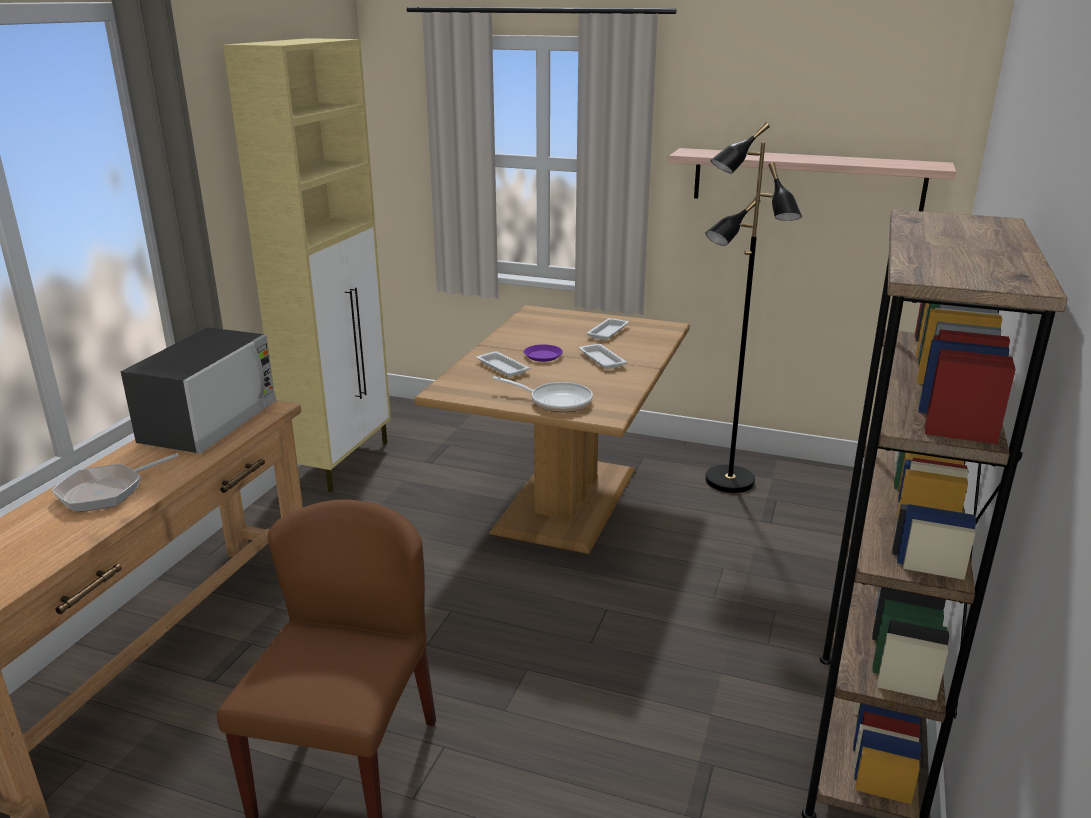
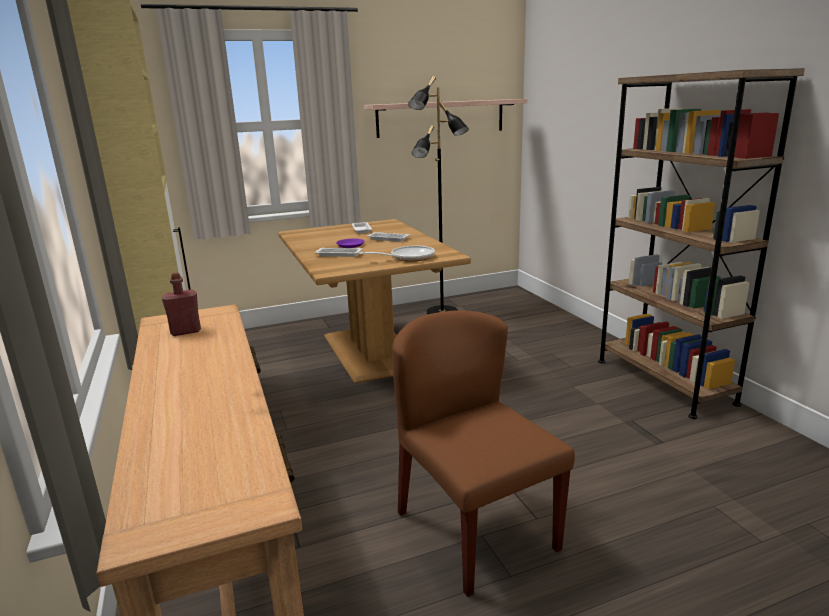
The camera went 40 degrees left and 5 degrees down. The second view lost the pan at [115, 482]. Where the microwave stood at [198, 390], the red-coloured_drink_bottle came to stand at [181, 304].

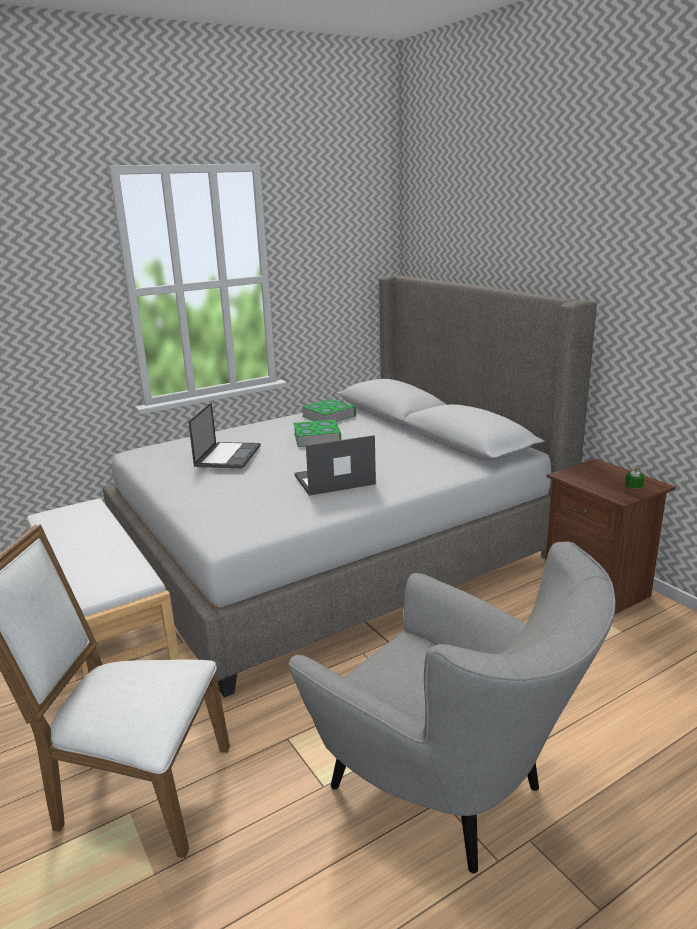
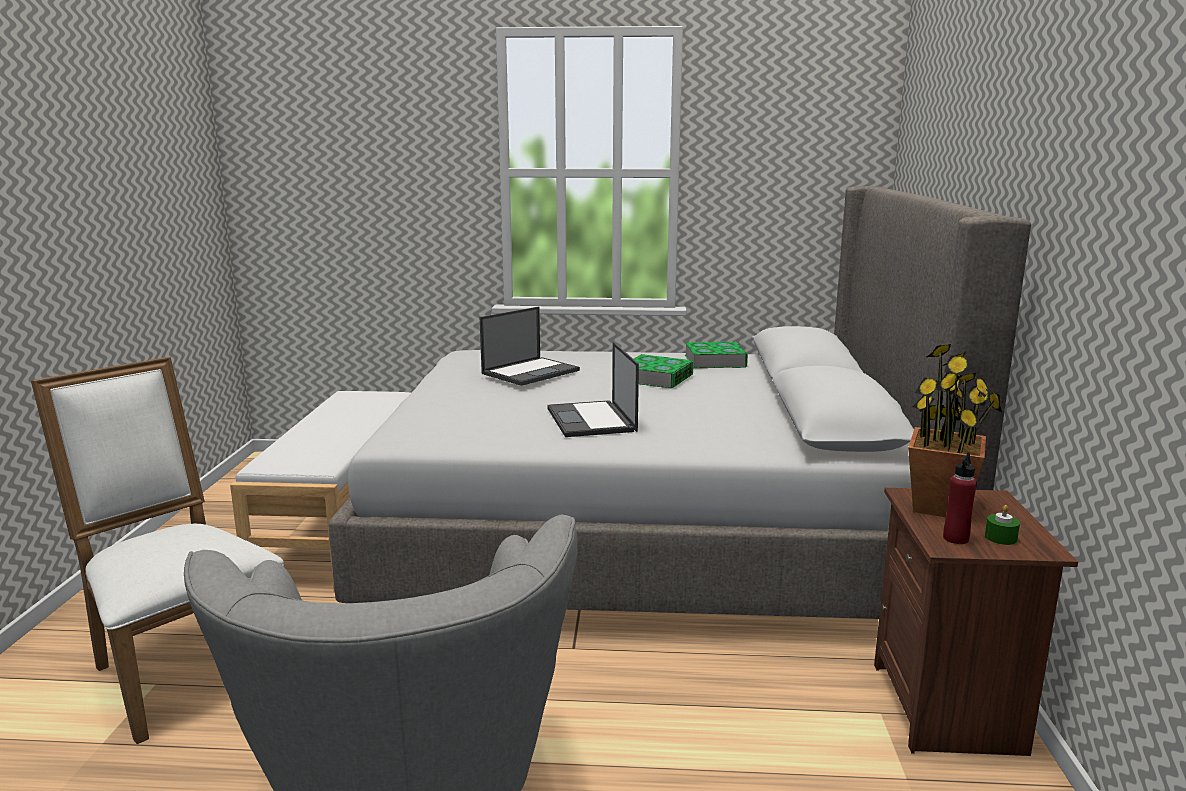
The camera went 35 degrees right and 5 degrees down. The laptop at [335, 465] ended up facing another way, 120 degrees counterclockwise from before. The second view gained the potted_plant at [955, 430]. The second view gained the red-coloured_drink_bottle at [960, 498].

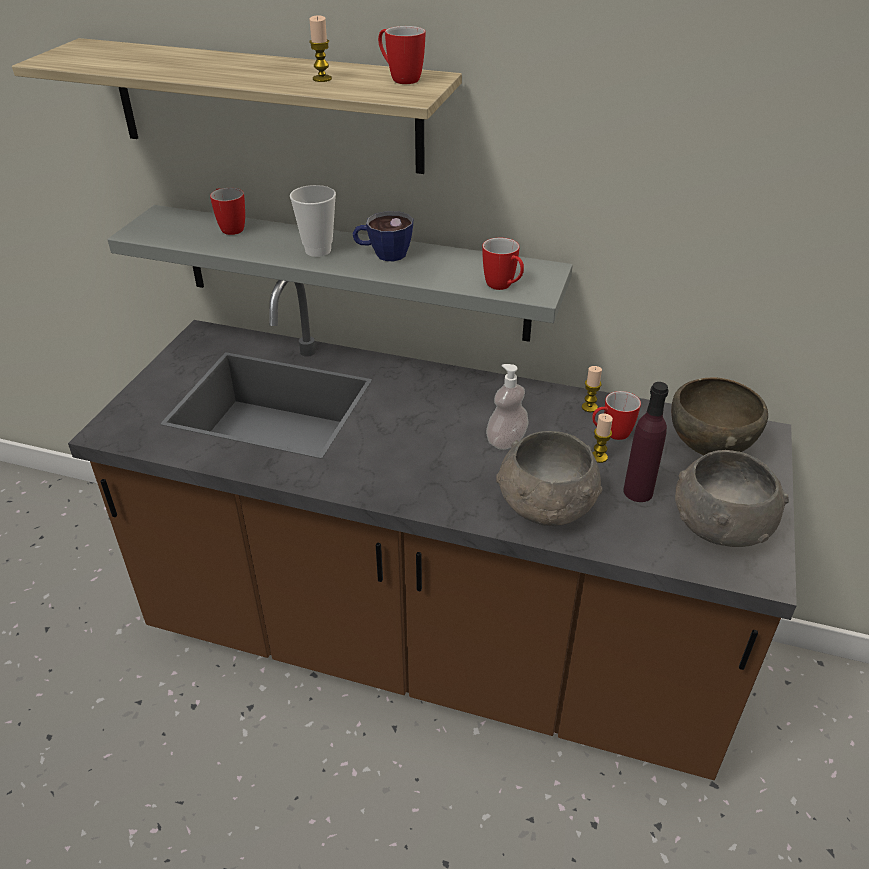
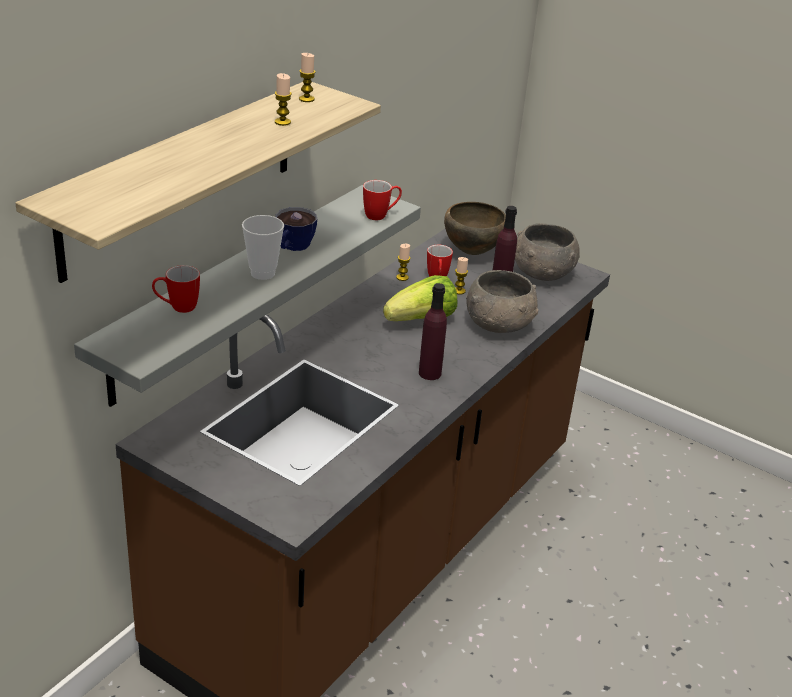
The camera went 75 degrees left and 5 degrees down. Where the mug stood at [401, 55], the wax_candle came to stand at [307, 77]. Where the liquid_soap_bottle stood at [507, 407], the lettuce_head came to stand at [420, 298]. The second view gained the purple-coloured_drink_bottle at [433, 331].

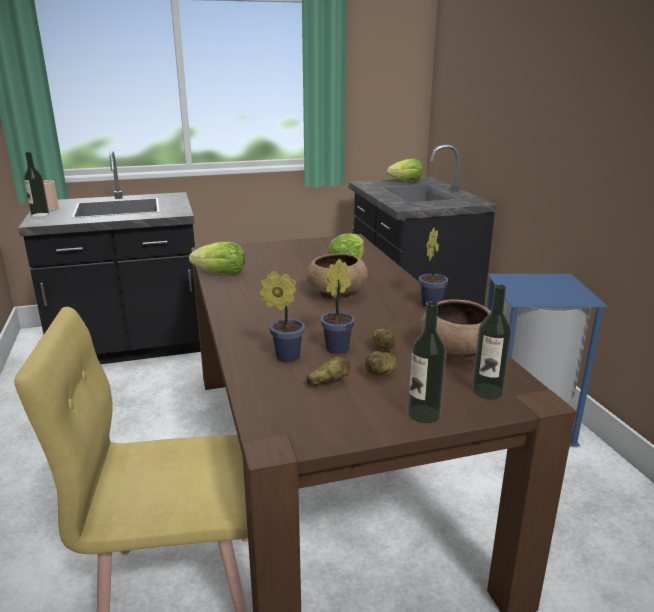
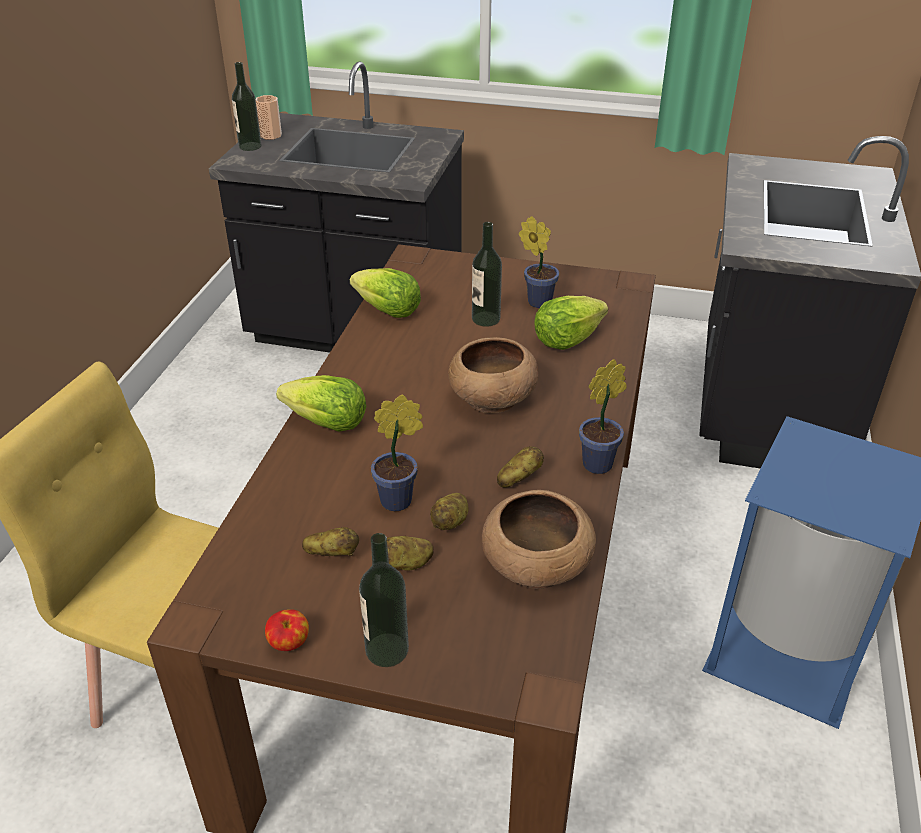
The camera went 30 degrees right and 15 degrees up. The potted_plant ended up elsewhere, having gone from [282, 316] to [539, 262]. The lettuce_head ended up elsewhere, having gone from [405, 169] to [321, 403]. The drink_bottle ended up elsewhere, having gone from [492, 341] to [487, 274]. The second view gained the apple_fruit at [287, 630]. The second view gained the whole_potato at [520, 467].

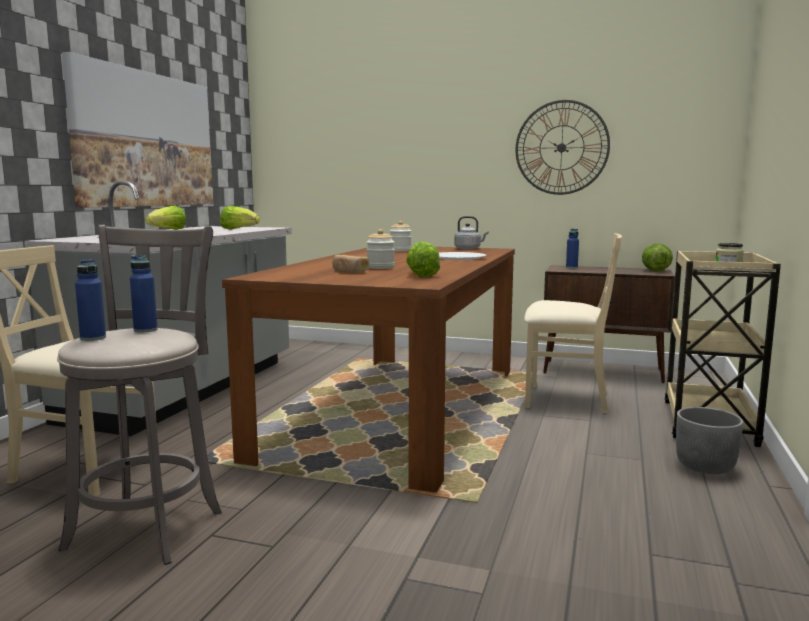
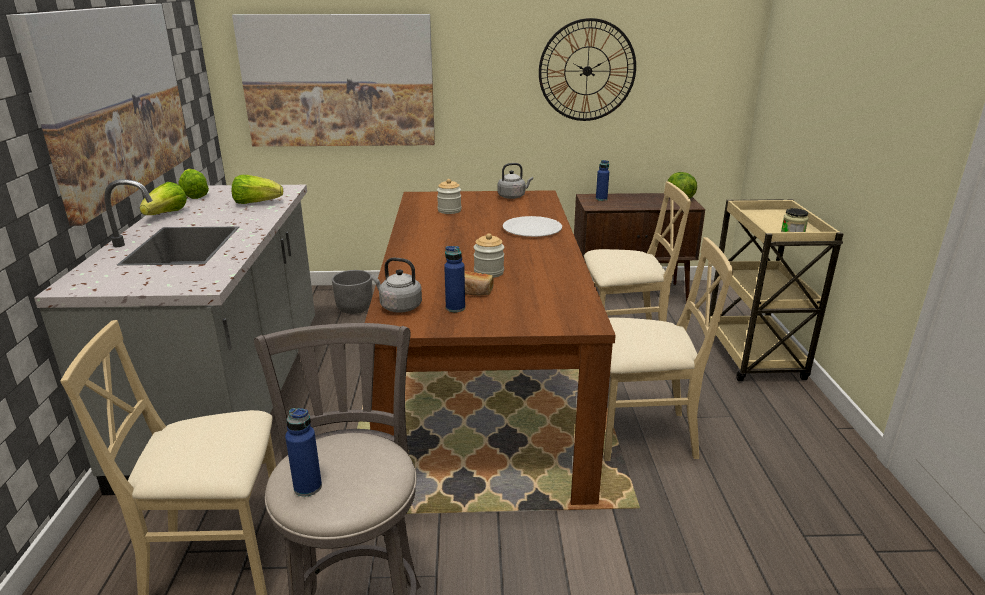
The camera went 20 degrees left and 15 degrees up. The blue_drink_bottle ended up elsewhere, having gone from [144, 293] to [454, 279]. The lettuce_head ended up elsewhere, having gone from [423, 259] to [193, 184]. The grey_flower_pot ended up elsewhere, having gone from [710, 440] to [352, 292]. The second view gained the wall_picture at [333, 80]. The second view gained the grey_kettle at [396, 285]. The second view gained the beige_plain_chair at [668, 349].

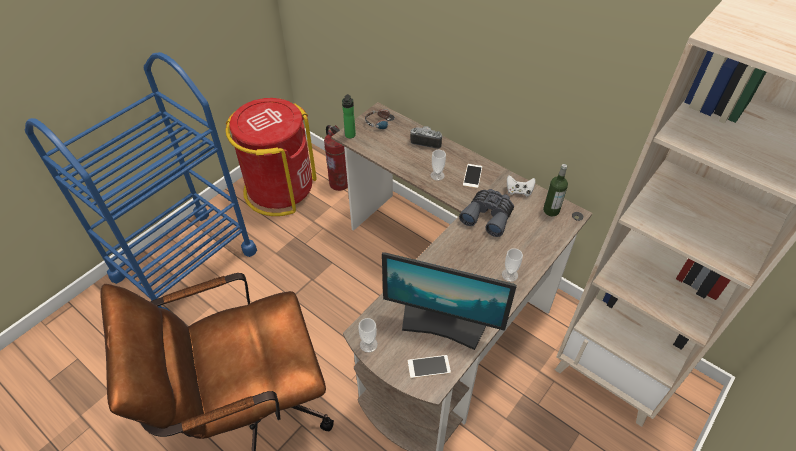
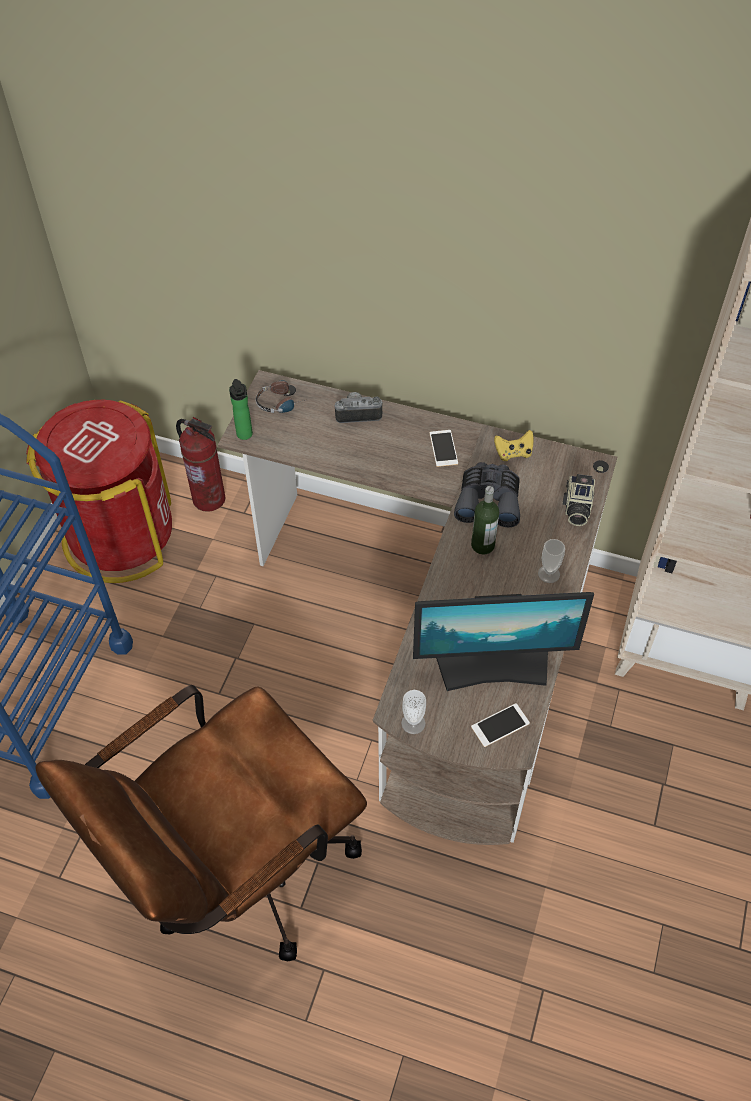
The camera went 20 degrees left and 5 degrees up. The second view lost the cup at [438, 165]. What was the whitish_game_controller at [521, 186] turned into the yellowish_game_controller at [513, 445]. The drink_bottle ended up elsewhere, having gone from [555, 190] to [485, 520]. The second view gained the photo_camera at [579, 500].

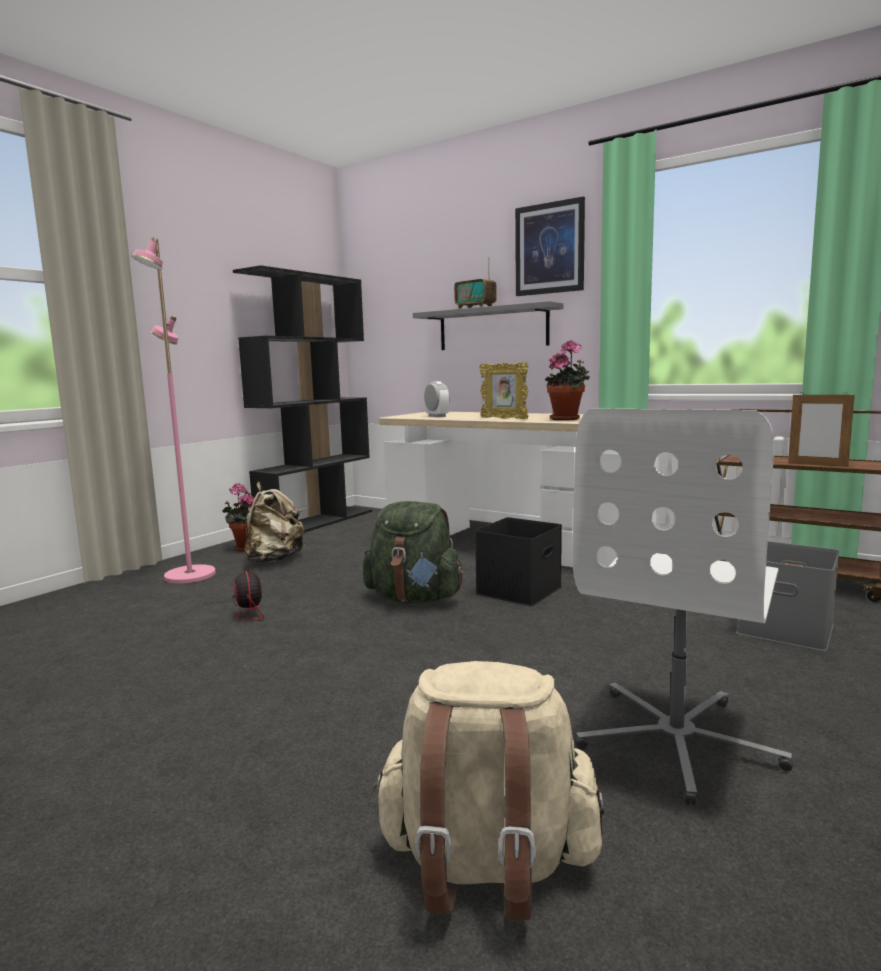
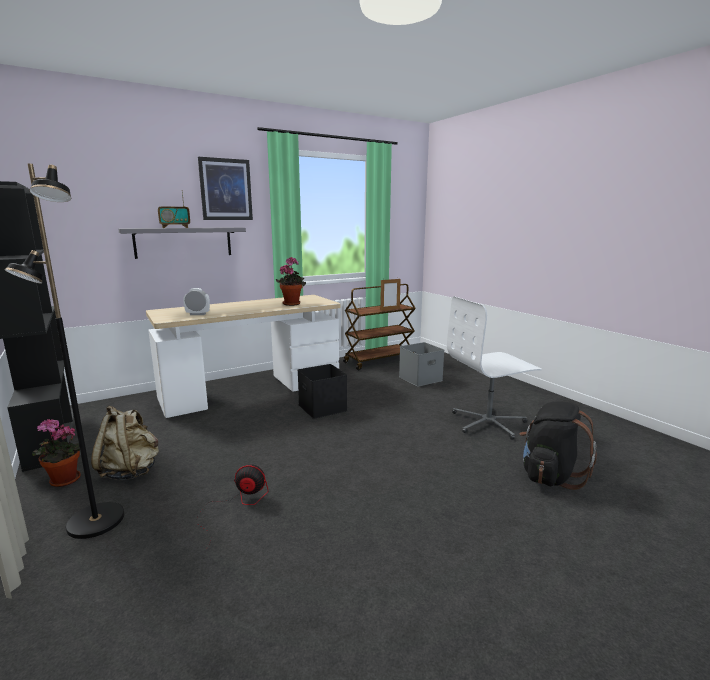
The camera went 65 degrees left and 5 degrees up. What was the pink-coloured_standing_lamp at [173, 410] turned into the black-coloured_standing_lamp at [64, 351]. The second view lost the green_knapsack at [413, 552]. What was the beige_knapsack at [488, 790] turned into the black-coloured_knapsack at [558, 445]. The second view lost the standing_frame at [504, 390]. The whitish_desk_chair at [682, 607] ended up facing another way, 105 degrees clockwise from before.

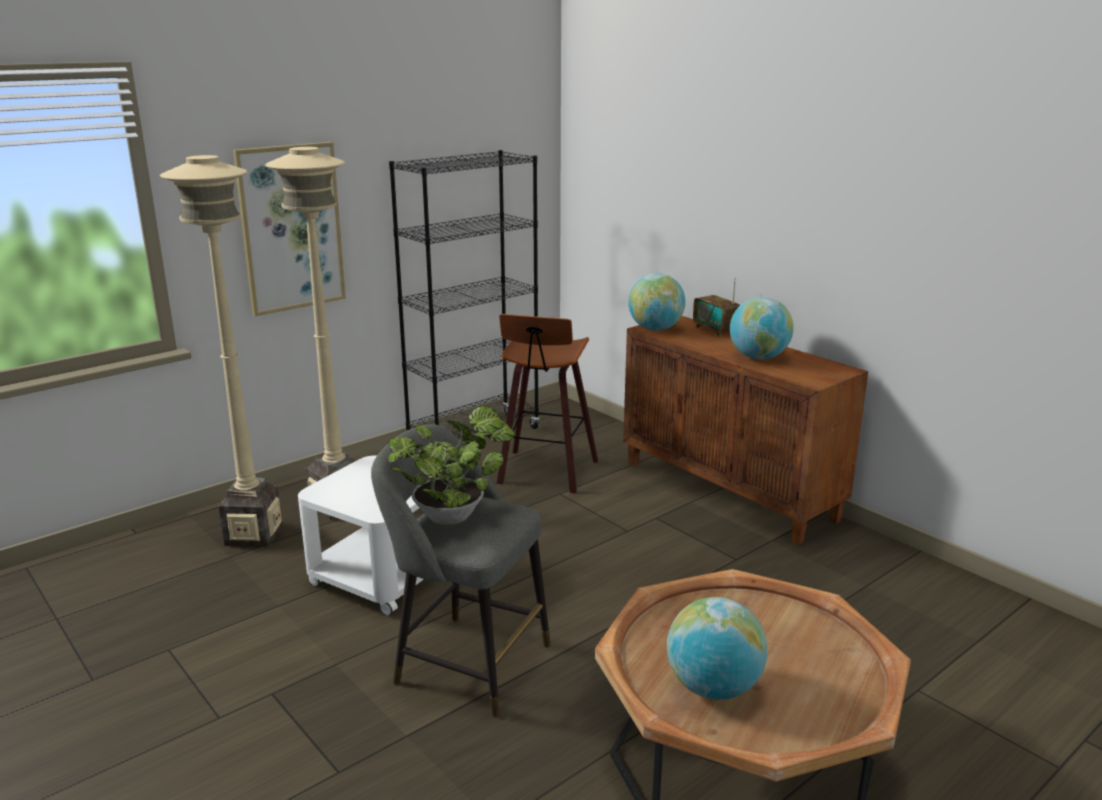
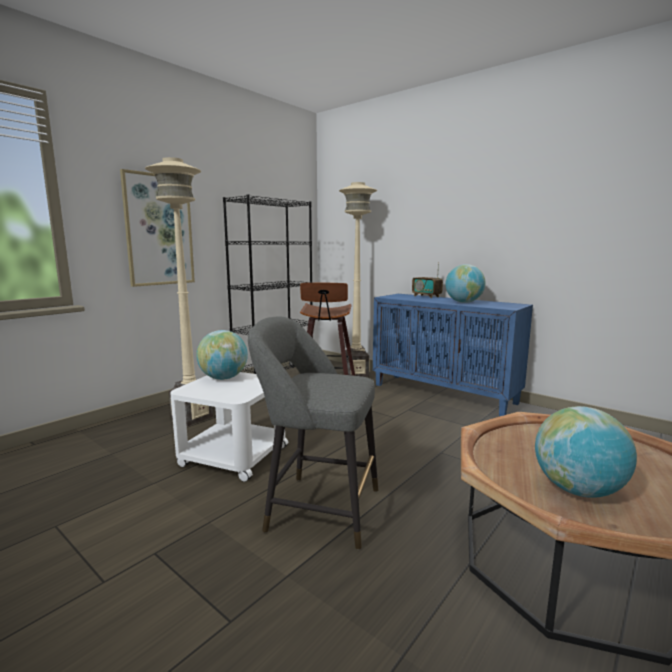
The camera went 10 degrees left and 10 degrees down. The beige_standing_lamp ended up elsewhere, having gone from [221, 351] to [358, 279]. The second view lost the potted_plant at [451, 465]. What was the brownish_cupboard at [745, 430] turned into the blue_cupboard at [453, 355]. The desk_globe ended up elsewhere, having gone from [657, 302] to [222, 355].

